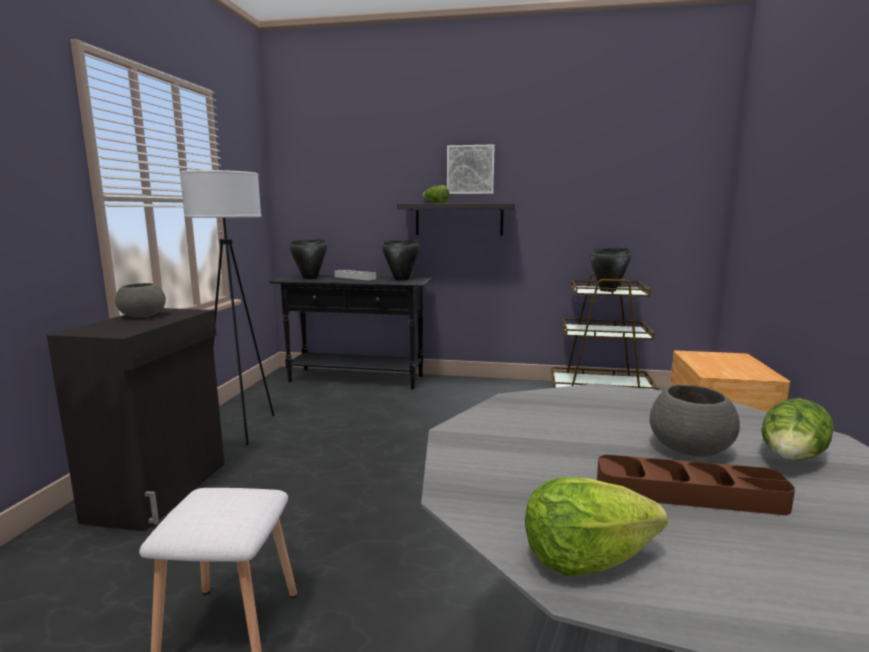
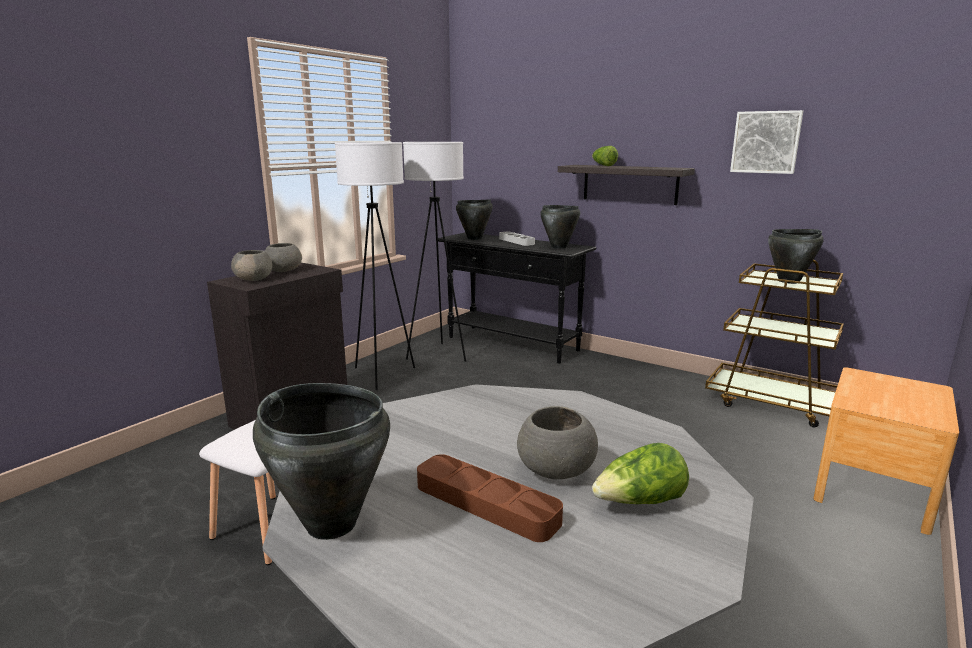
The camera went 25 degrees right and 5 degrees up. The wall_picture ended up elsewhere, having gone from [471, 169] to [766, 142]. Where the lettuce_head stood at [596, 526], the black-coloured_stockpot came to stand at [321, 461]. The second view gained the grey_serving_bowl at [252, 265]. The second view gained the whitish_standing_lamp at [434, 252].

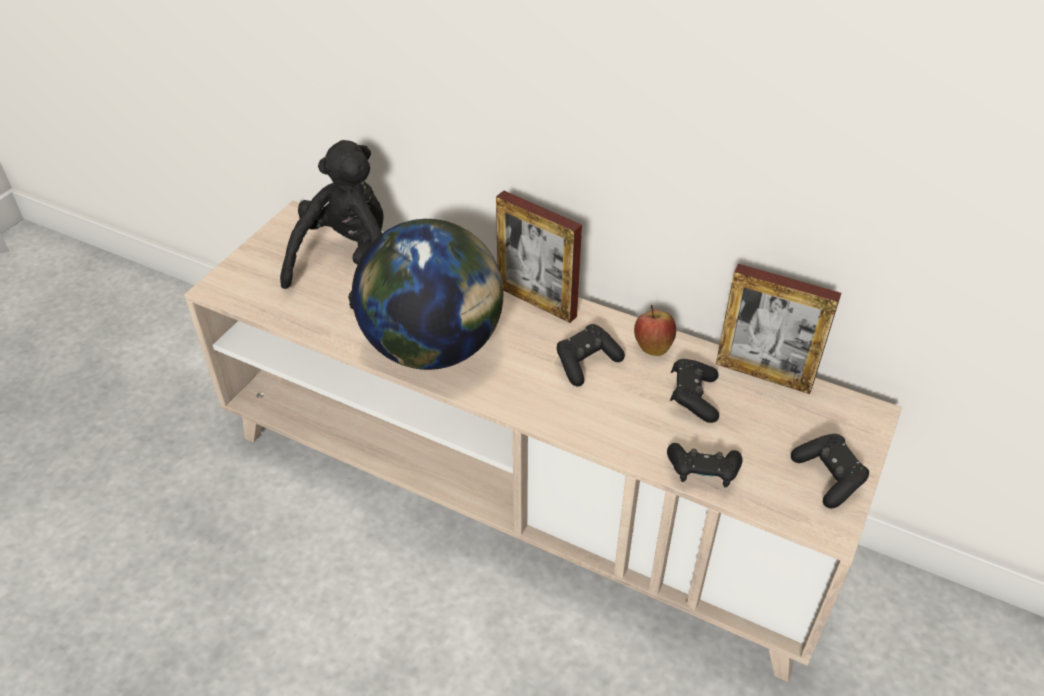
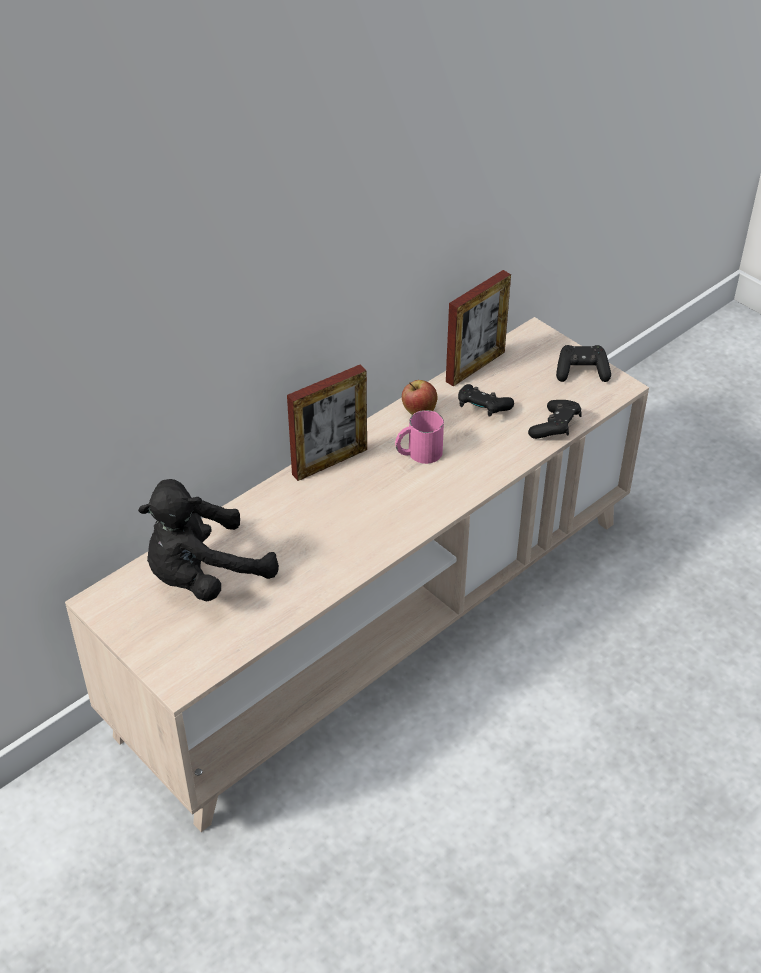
The camera went 70 degrees left and 0 degrees up. The black-coloured_plush_toy at [331, 224] ended up facing another way, 75 degrees counterclockwise from before. The second view lost the desk_globe at [427, 294]. Where the black-coloured_game_controller stood at [591, 355], the pink-coloured_mug came to stand at [419, 437].

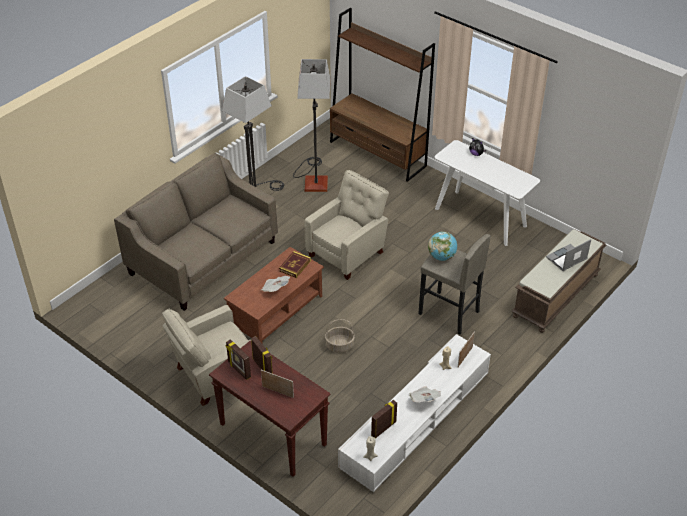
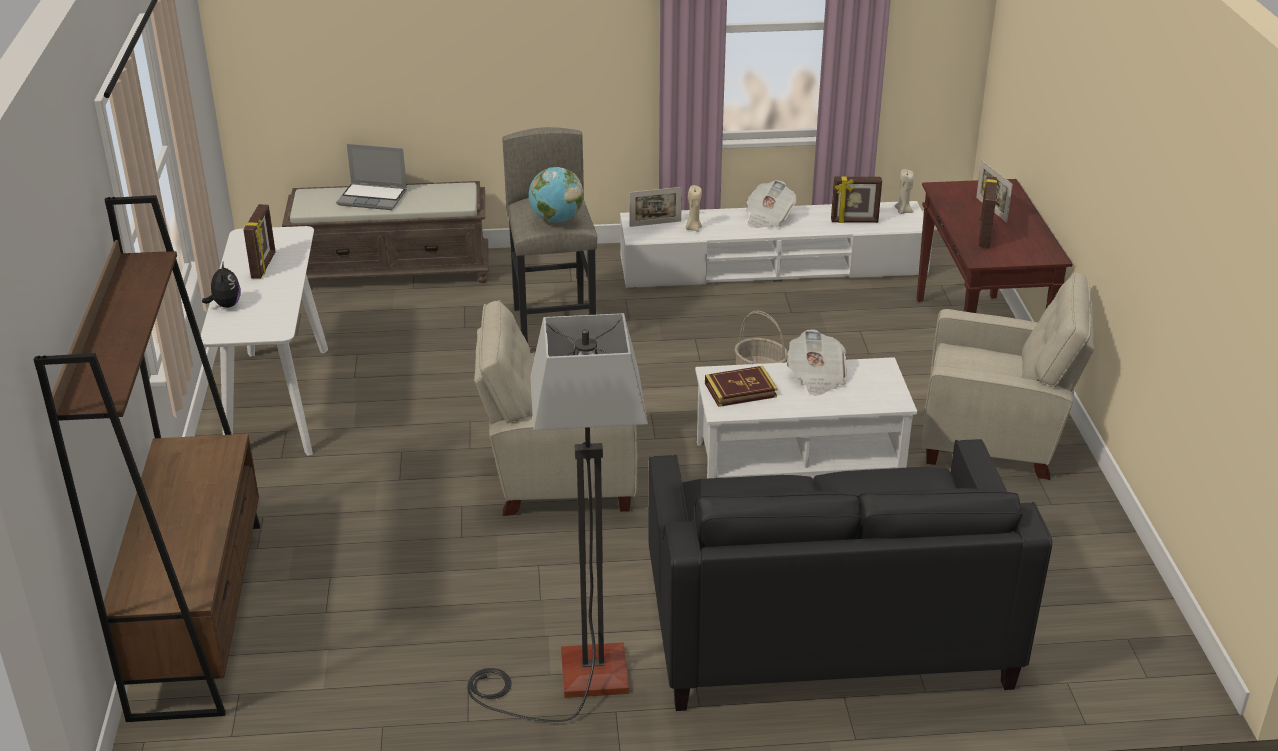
The camera went 135 degrees left and 10 degrees down. What was the beige_sofa at [196, 232] turned into the black-coloured_sofa at [850, 575]. What was the brownish_lounge_table at [274, 295] turned into the whitish_lounge_table at [806, 418]. The standing_frame ended up elsewhere, having gone from [238, 359] to [259, 241]. The second view lost the standing_lamp at [311, 125].

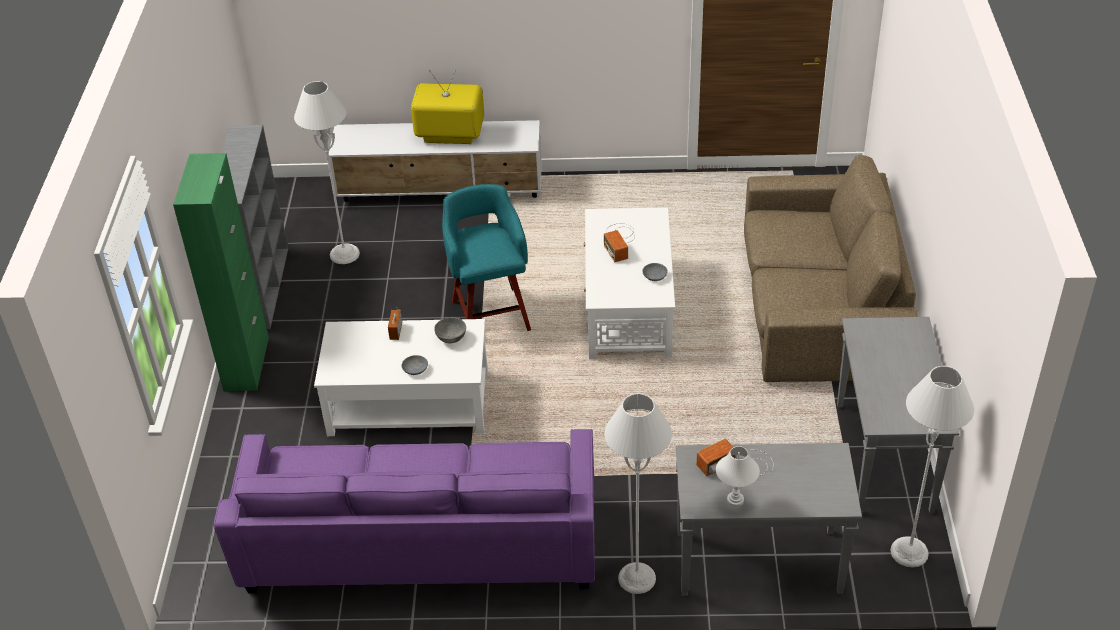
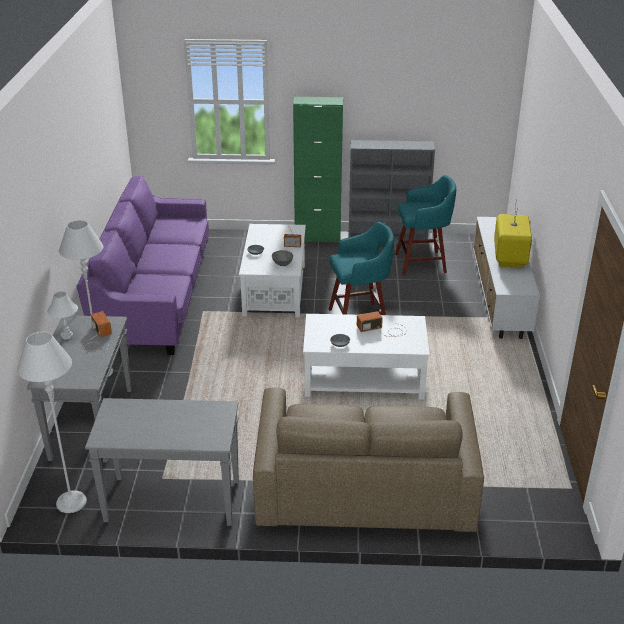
The camera went 90 degrees right and 10 degrees down. Where the grey_standing_lamp stood at [327, 172], the turquoise-coloured_stool came to stand at [425, 225].

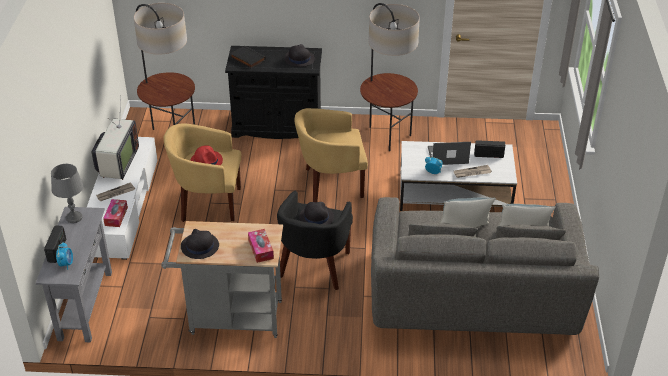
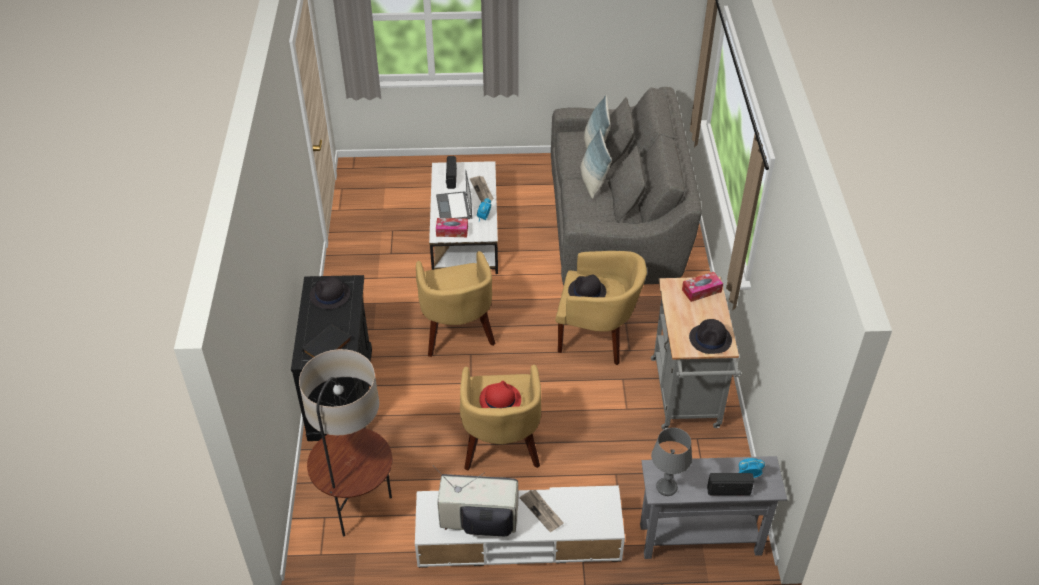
The camera went 95 degrees left and 5 degrees up. The tissue_box ended up elsewhere, having gone from [115, 213] to [452, 227]. What was the black-coloured_lounge_chair at [315, 240] turned into the yellowish_lounge_chair at [601, 308]. The second view lost the standing_lamp at [390, 77].

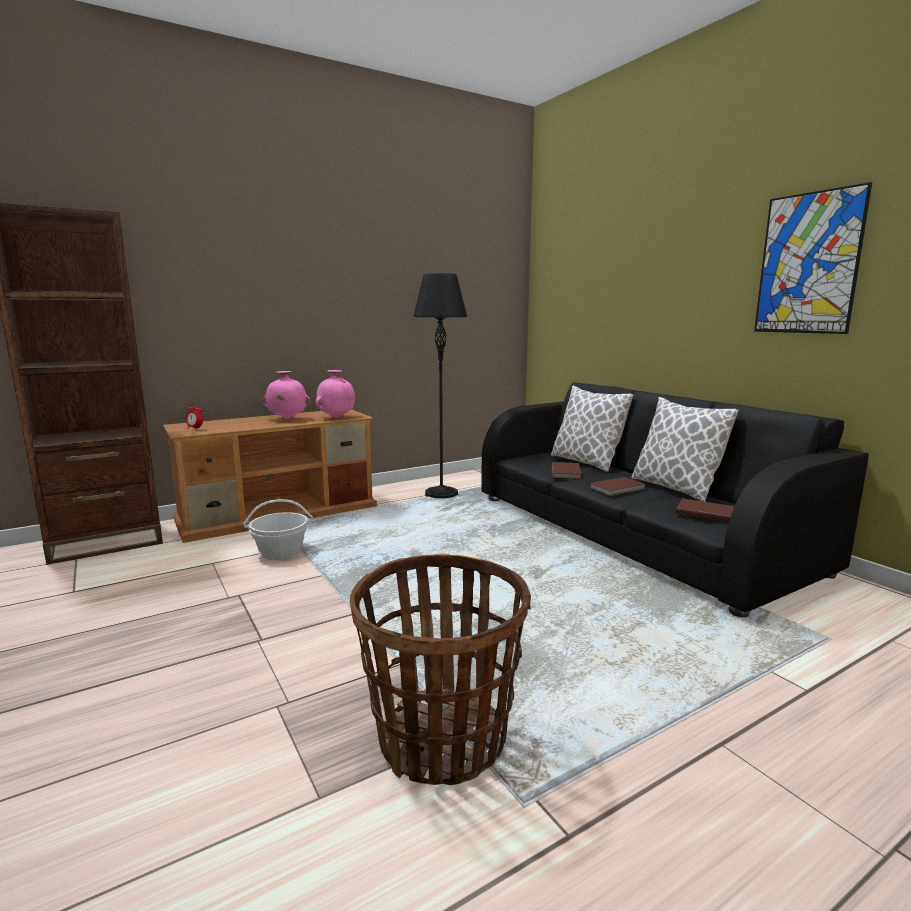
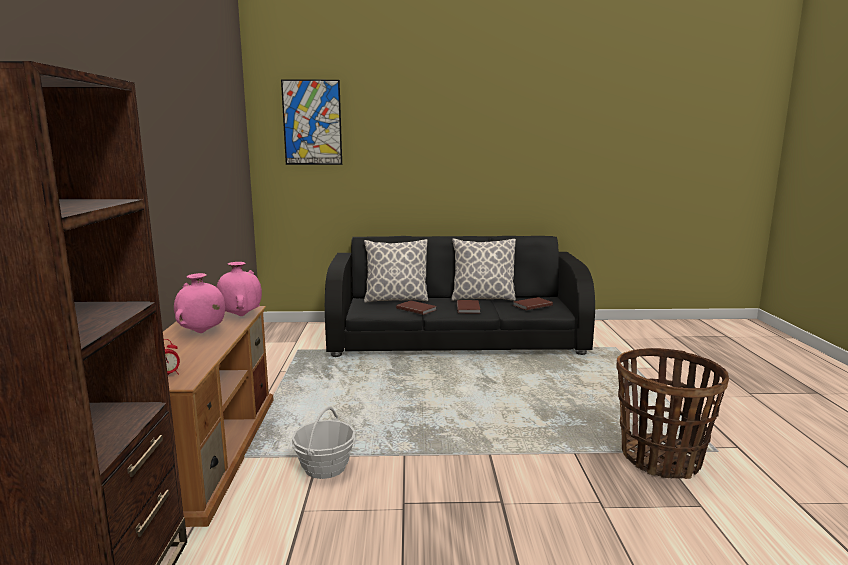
The camera went 60 degrees left and 0 degrees up. The second view lost the black-coloured_standing_lamp at [440, 385]. The wall_picture ended up elsewhere, having gone from [813, 258] to [311, 122].

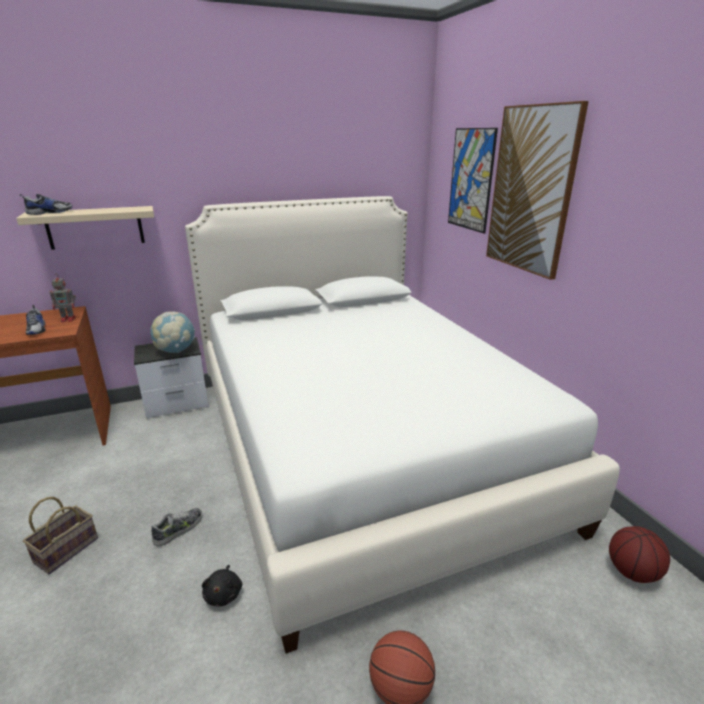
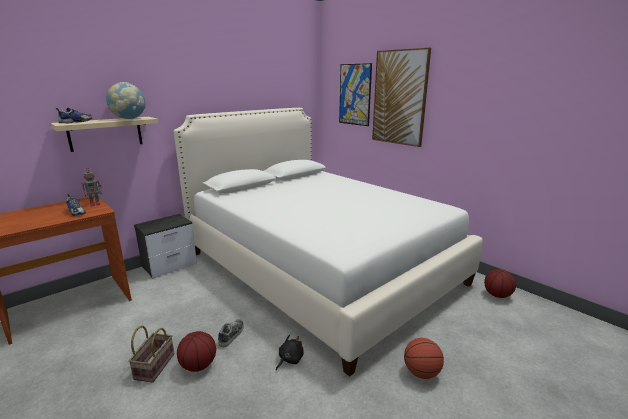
The camera went 20 degrees left and 5 degrees down. The desk_globe ended up elsewhere, having gone from [172, 332] to [126, 100]. The black-coloured_plush_toy at [222, 586] ended up facing another way, 120 degrees counterclockwise from before. The second view gained the basketball_ball at [196, 351].

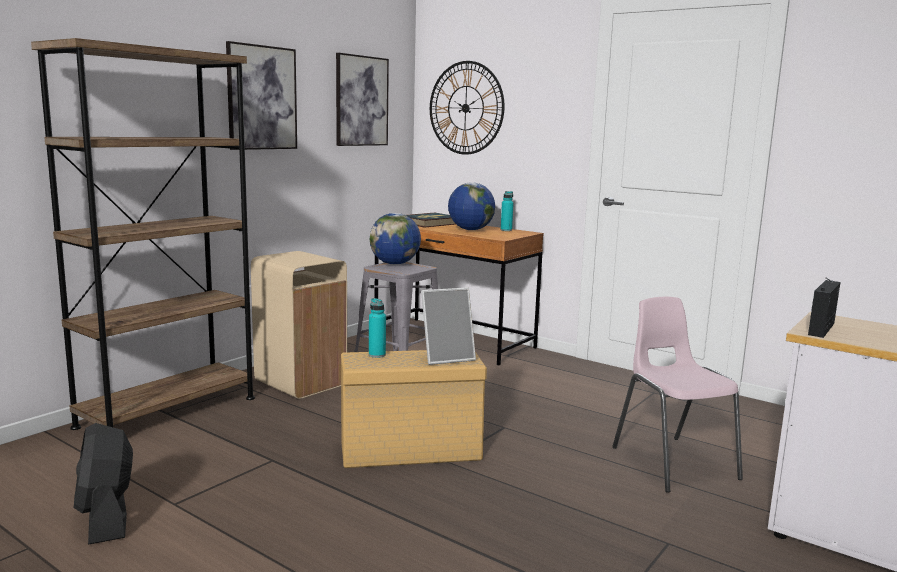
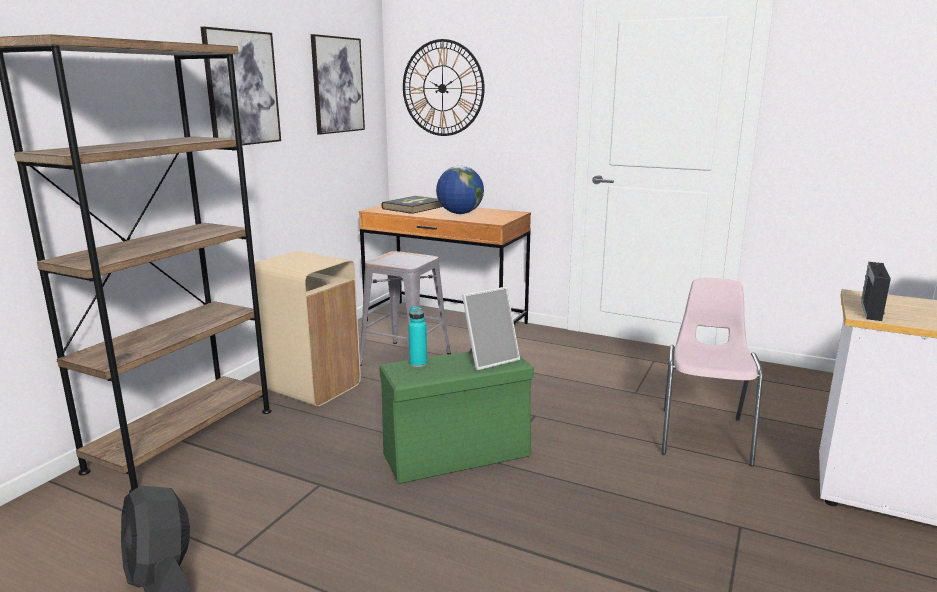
The camera went 10 degrees left and 5 degrees up. What was the beige_storage_box at [414, 409] turned into the green_storage_box at [456, 418]. The second view lost the desk_globe at [395, 239]. The second view lost the turquoise-coloured_drink_bottle at [507, 211]. The pink-coloured_plain_chair at [677, 395] ended up facing another way, 45 degrees clockwise from before.

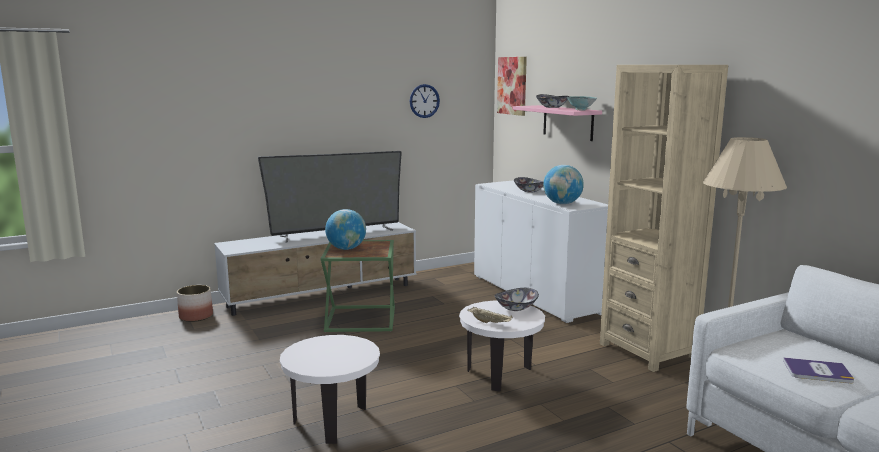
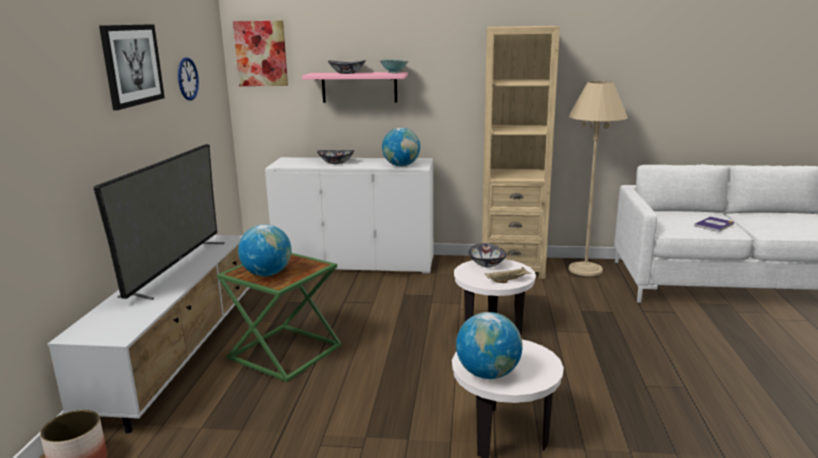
The camera went 55 degrees left and 5 degrees up. The second view gained the wall_picture at [132, 67]. The second view gained the desk_globe at [489, 345].

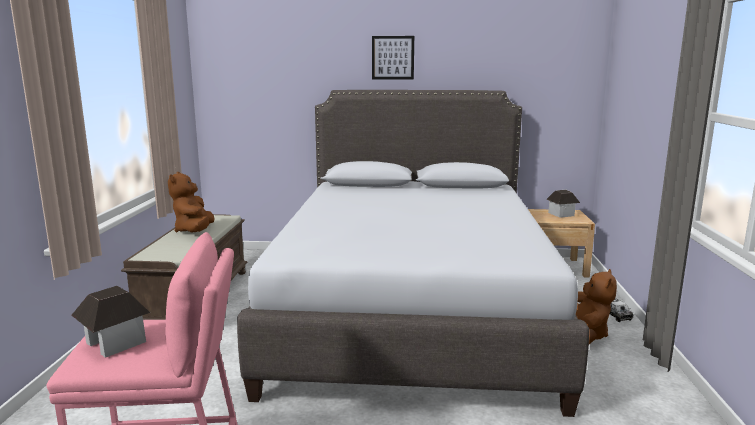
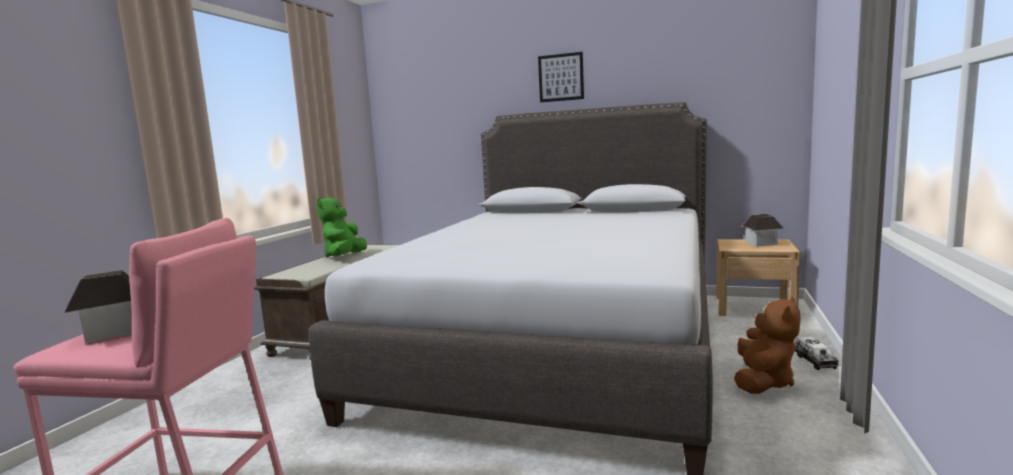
The camera went 15 degrees right and 5 degrees down. What was the brownish_plush_toy at [191, 202] turned into the green_plush_toy at [342, 227].

